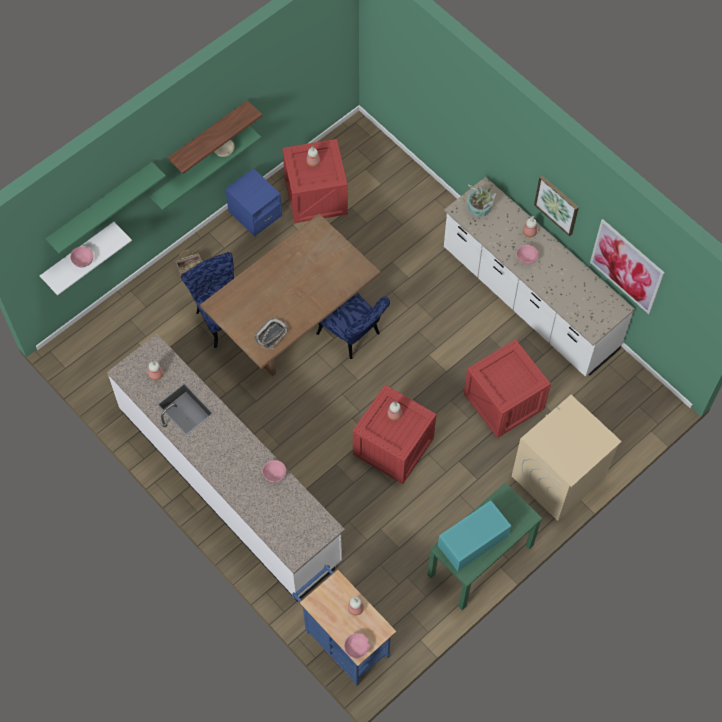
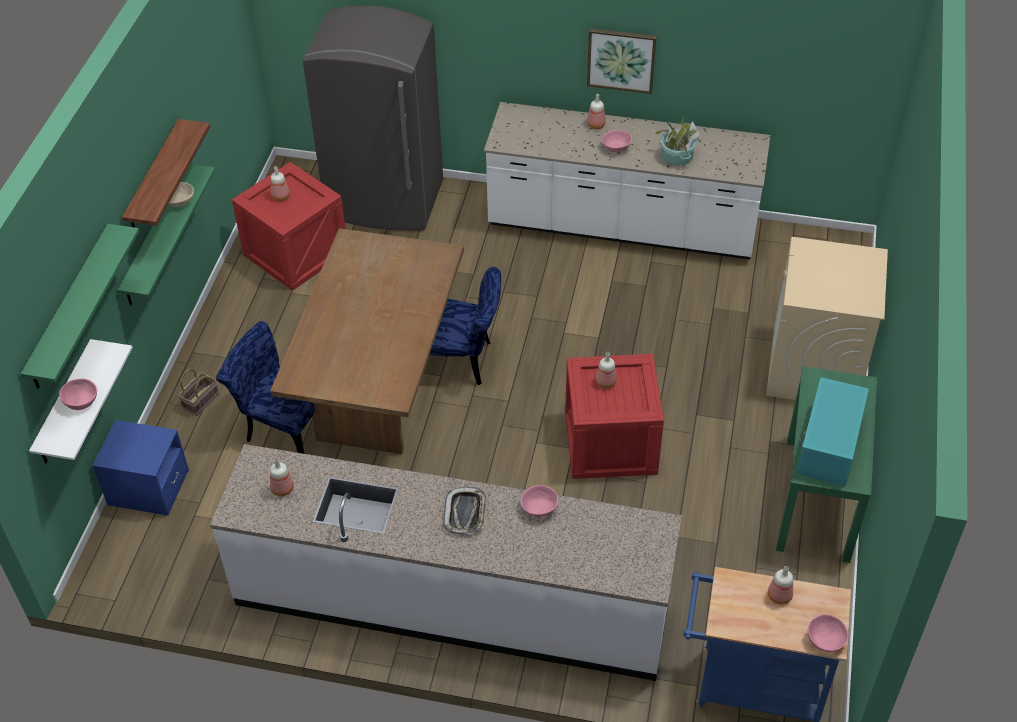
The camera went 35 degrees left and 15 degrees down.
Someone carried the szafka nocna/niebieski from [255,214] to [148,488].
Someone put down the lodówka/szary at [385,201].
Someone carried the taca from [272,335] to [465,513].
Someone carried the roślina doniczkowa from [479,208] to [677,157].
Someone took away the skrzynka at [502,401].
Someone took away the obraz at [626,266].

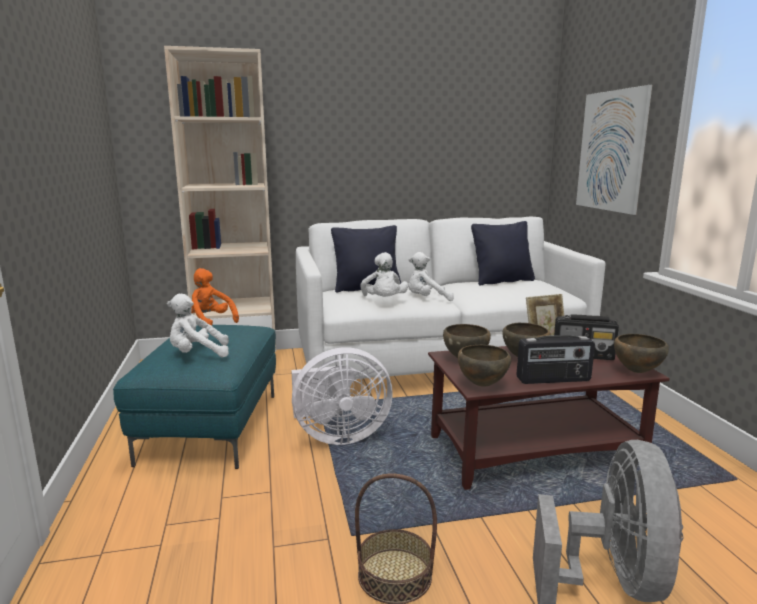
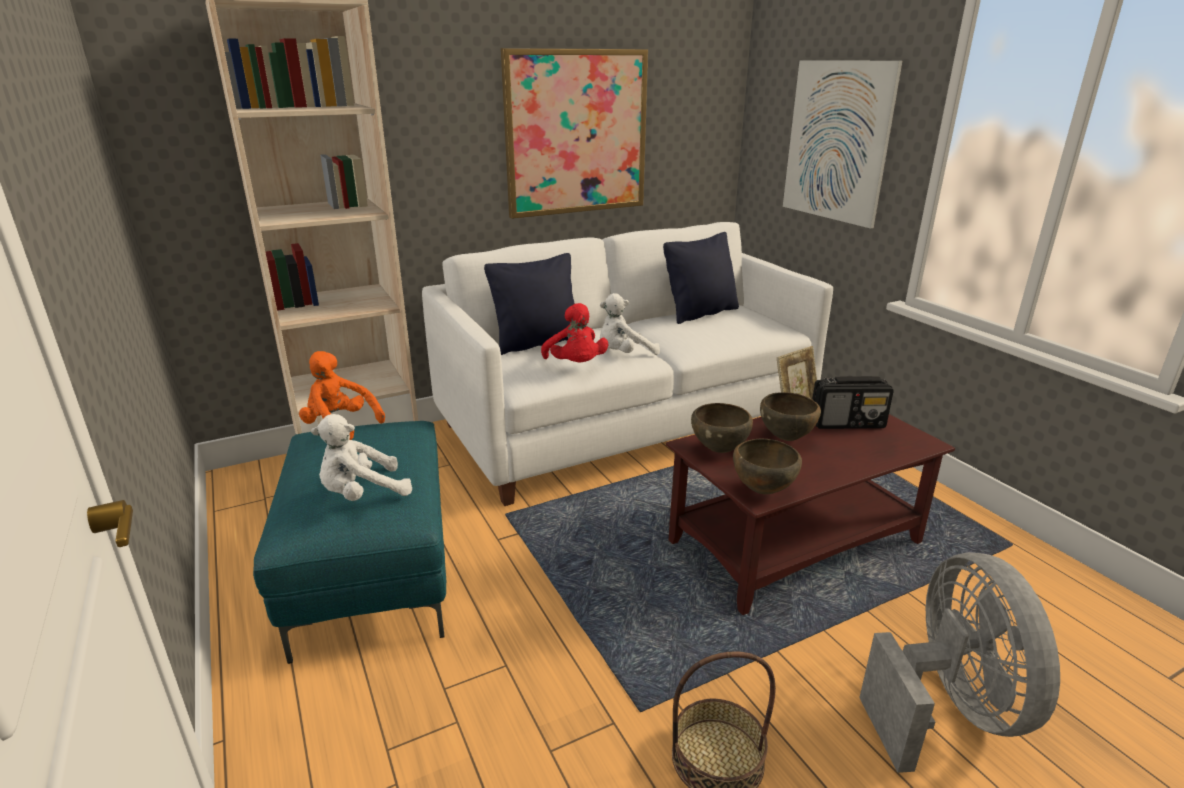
The camera went 15 degrees left and 10 degrees up.
Someone put up the obraz at [576,133].
Someone repainted the pluszak/biały at [384,301], which became the pluszak/czerwony at [576,365].
Someone took away the wentylator/biały at [338,435].
Someone took away the radio at [553,380].
Someone took away the miska/brązowy at [636,372].

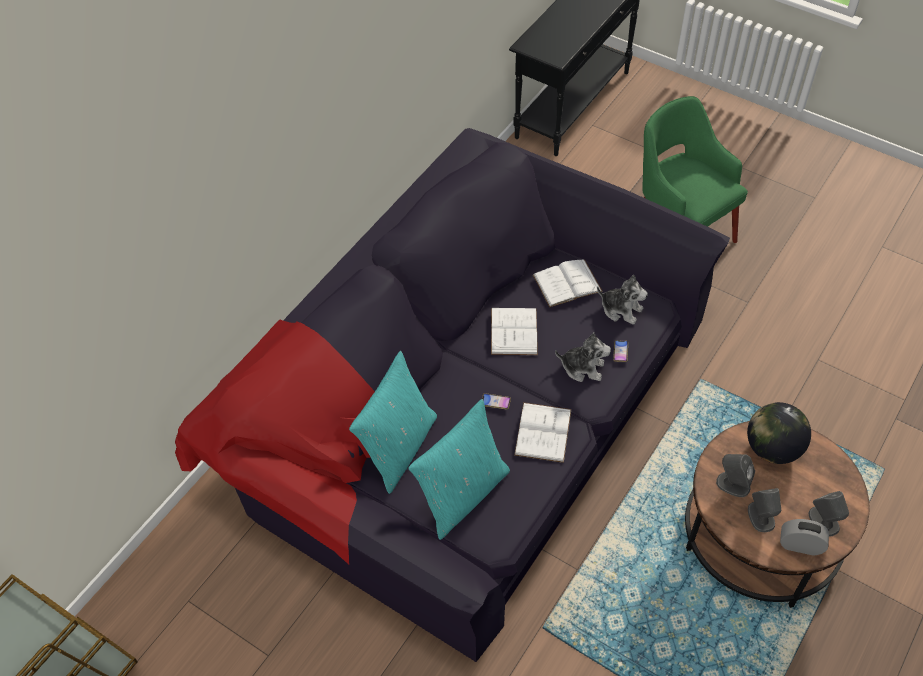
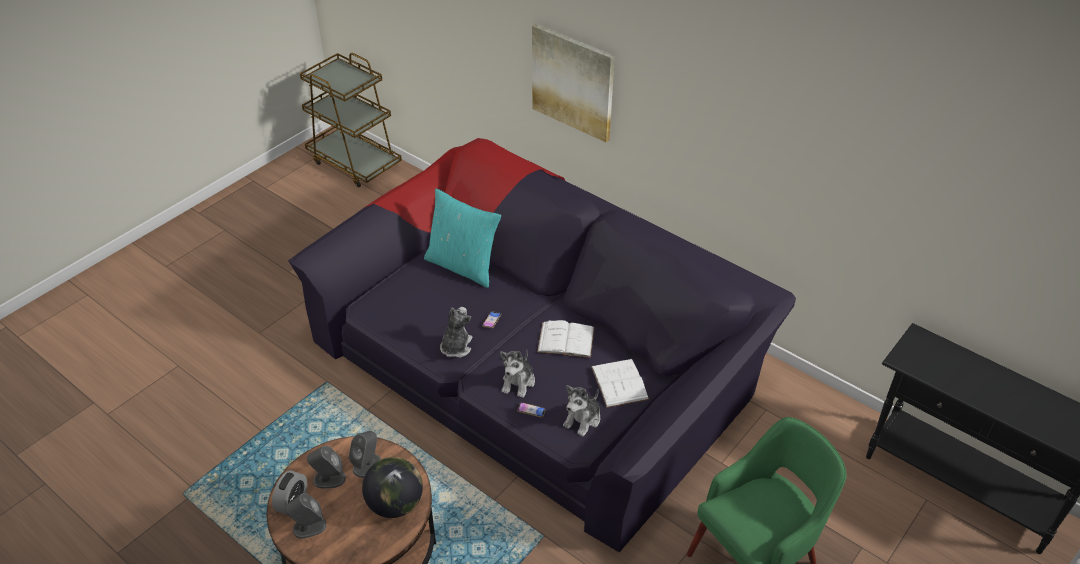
The camera went 95 degrees right and 10 degrees down.
Someone swapped the książka/biały at [543,432] for the pluszak at [456,347].
Someone put up the obraz at [573,82].
Someone took away the poduszka/turkusowy at [462,494].

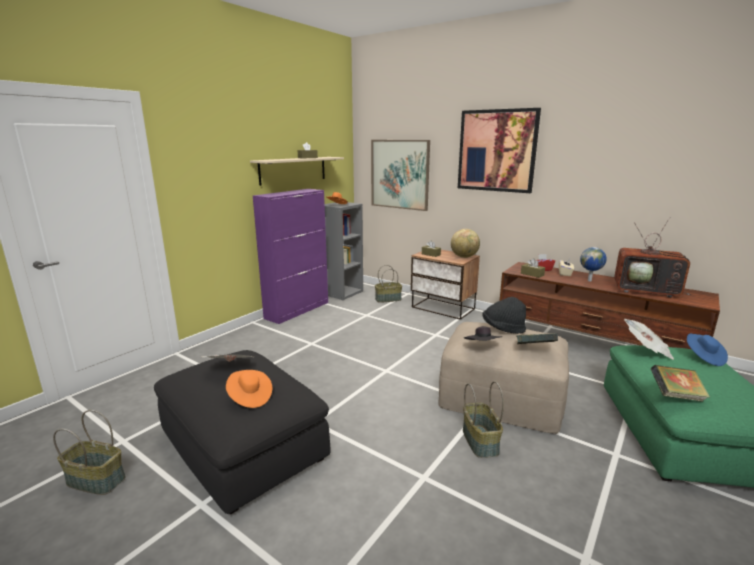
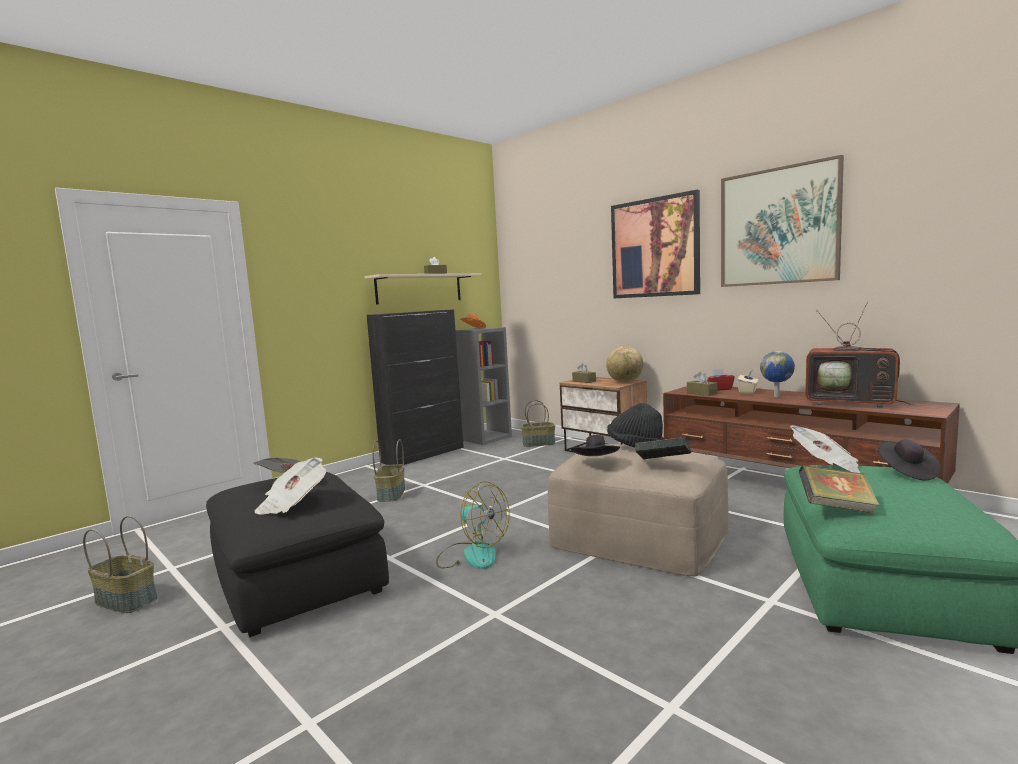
The camera went 10 degrees right and 10 degrees down.
Someone swapped the kapelusz/pomarańczowy at [249,397] for the gazeta at [292,504].
Someone repainted the szafka/fioletowy at [297,310], which became the szafka/czarny at [423,454].
Someone carried the koszyk from [481,441] to [392,494].
Someone put down the wentylator at [472,555].
Someone carried the obraz from [399,174] to [778,226].
Someone repainted the kapelusz/niebieski at [703,357], which became the kapelusz/czarny at [906,472].

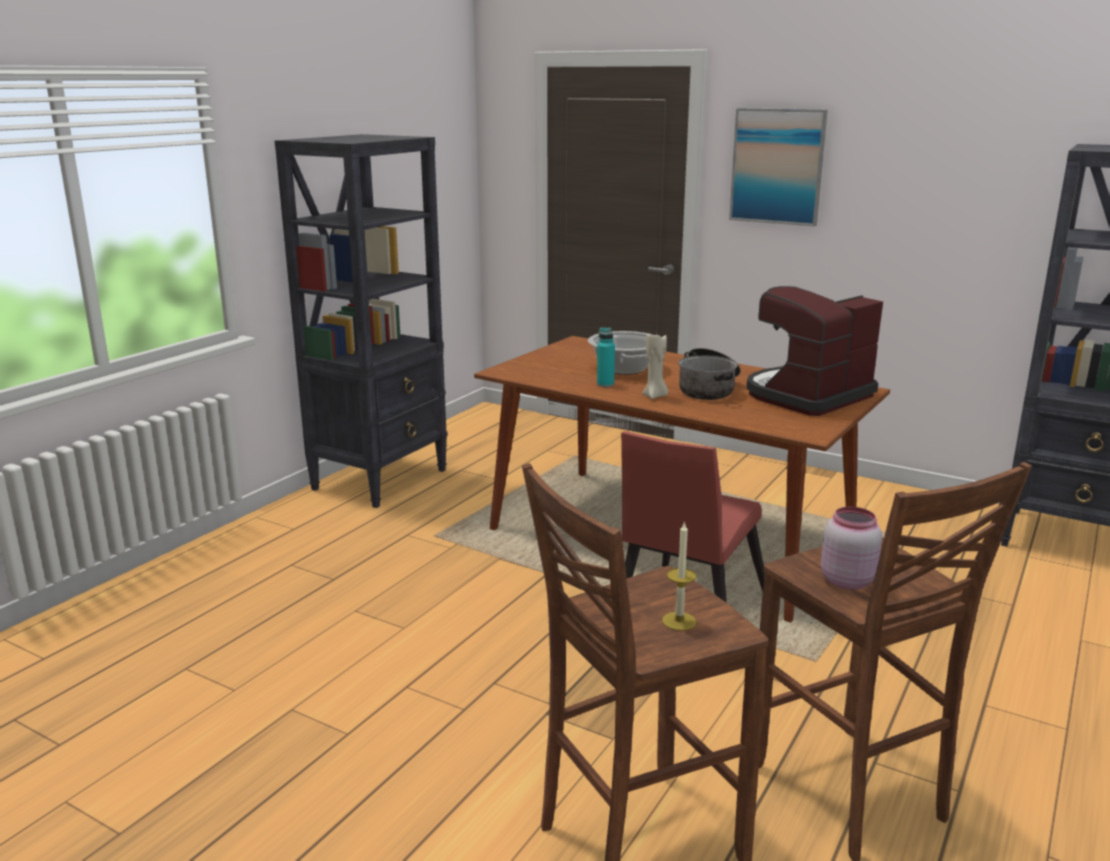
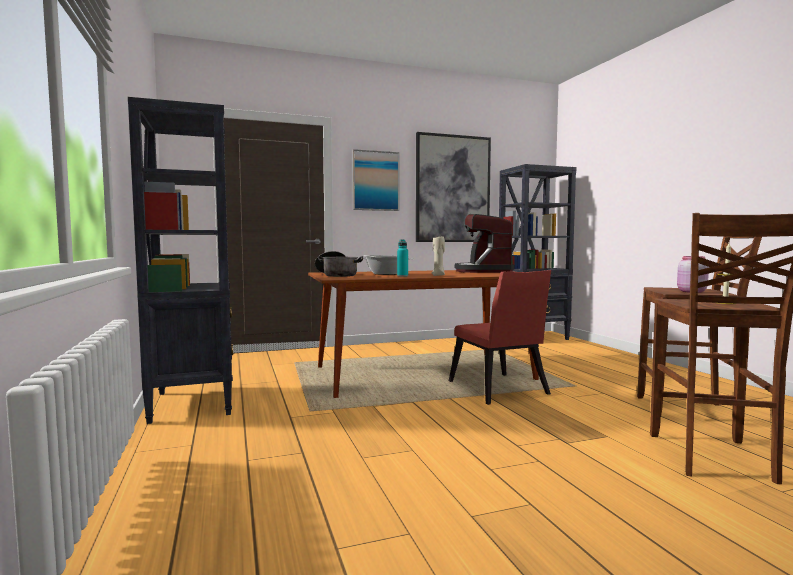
The camera went 50 degrees left and 15 degrees down.
Someone carried the garnek from [709,389] to [337,275].
Someone put up the obraz at [452,189].

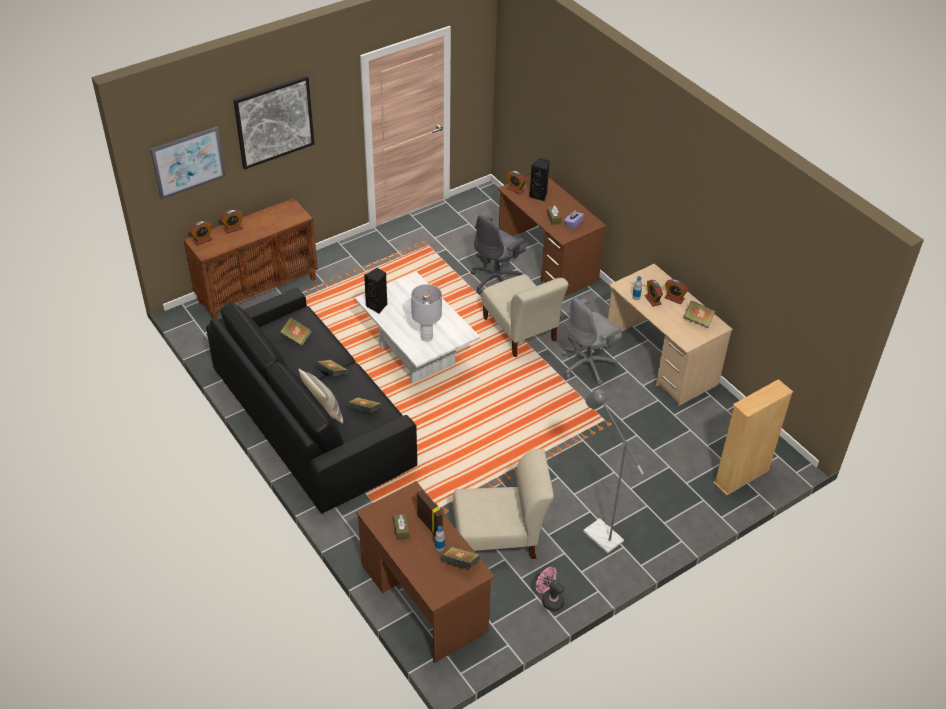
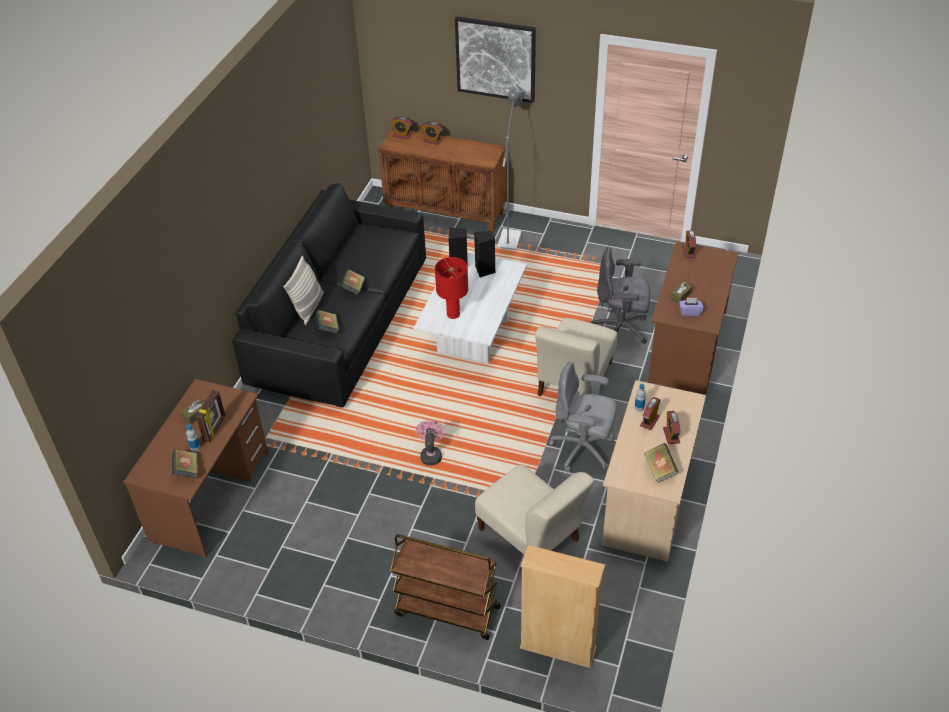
The camera went 55 degrees right and 0 degrees up.
Someone put down the wózek/brązowy at [446,611].
Someone carried the wentylator/różowy from [549,600] to [431,454].
Someone repainted the lampa stołowa/szary at [426,337], which became the lampa stołowa/czerwony at [453,314].
Someone carried the głośnik/czarny from [539,195] to [485,270].
Someone carried the krzesło/beżowy from [499,538] to [531,538].
Someone carried the lampa stojąca/szary from [598,532] to [510,236].
Someone took away the obraz at [188,162].
Someone took away the książka at [296,338].

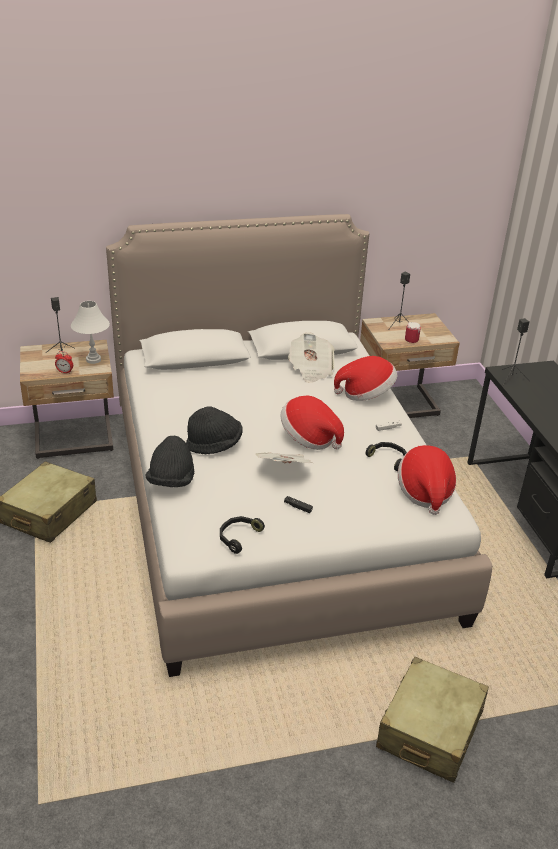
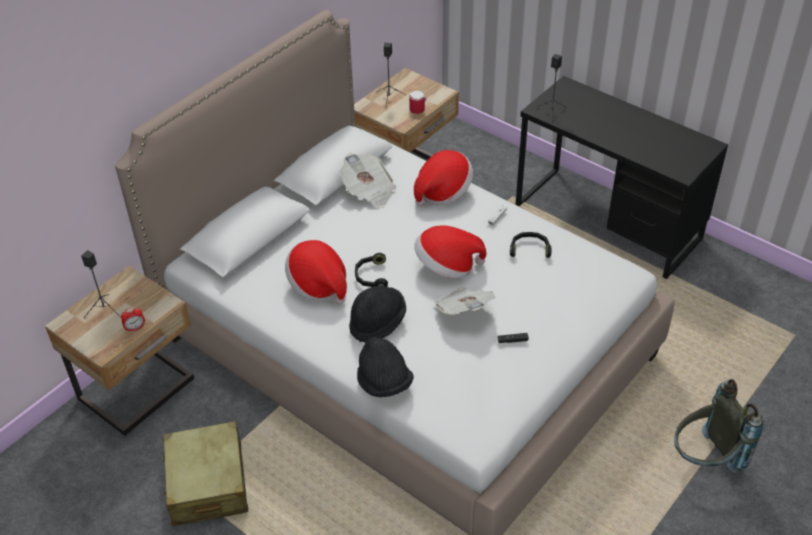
The camera went 35 degrees left and 10 degrees up.
Someone carried the kapelusz from [425,492] to [318,285].
Someone carried the słuchawki/czarny from [238,537] to [371,276].
Someone swapped the walizka/beżowy at [429,730] for the plecak/szary at [705,460].
Someone took away the lampa stołowa/biały at [93,359].

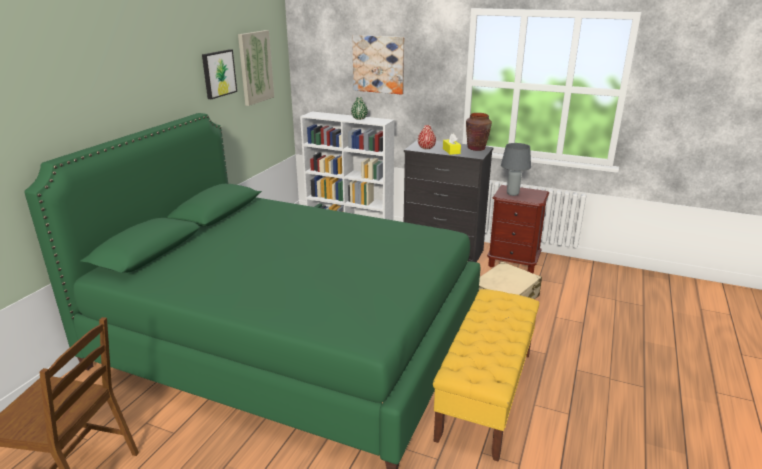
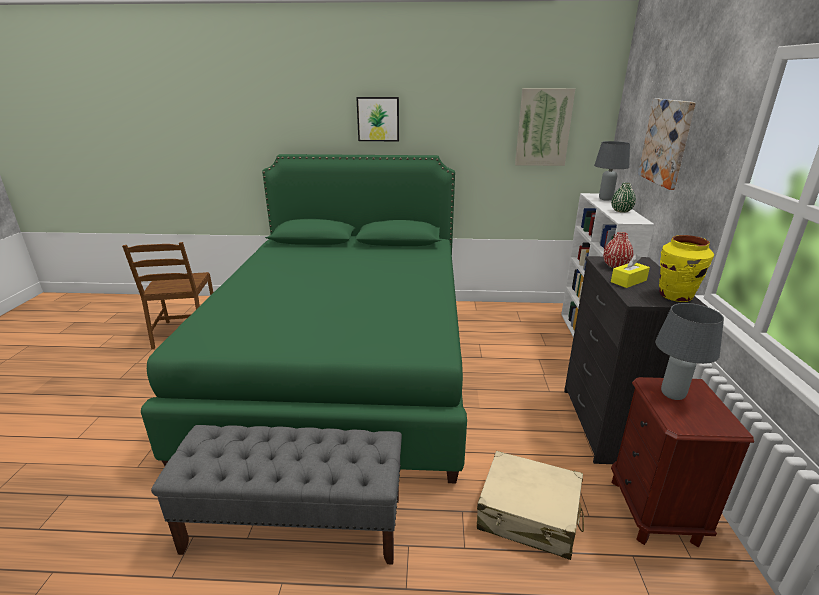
The camera went 70 degrees right and 0 degrees up.
Someone repainted the ławka/żółty at [486,393], which became the ławka/szary at [296,524].
Someone carried the obraz from [218,73] to [378,119].
Someone put down the lampa stołowa/szary at [605,199].
Someone repainted the wazon/brązowy at [476,148], which became the wazon/żółty at [675,296].

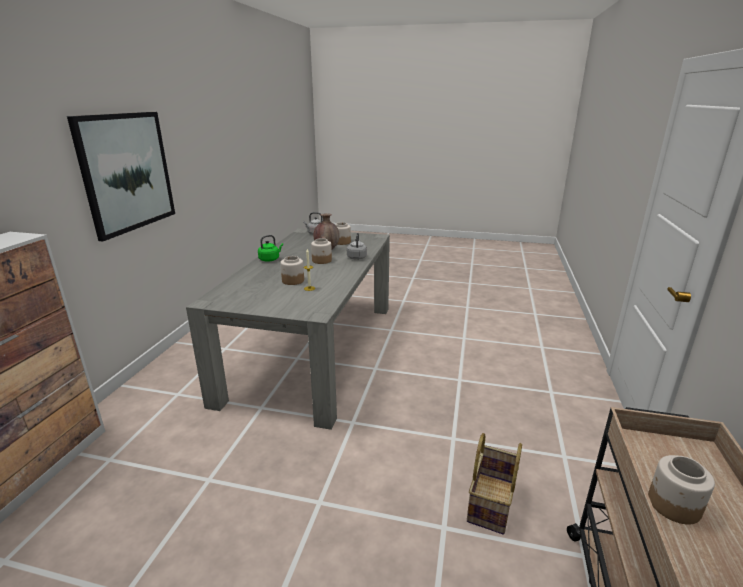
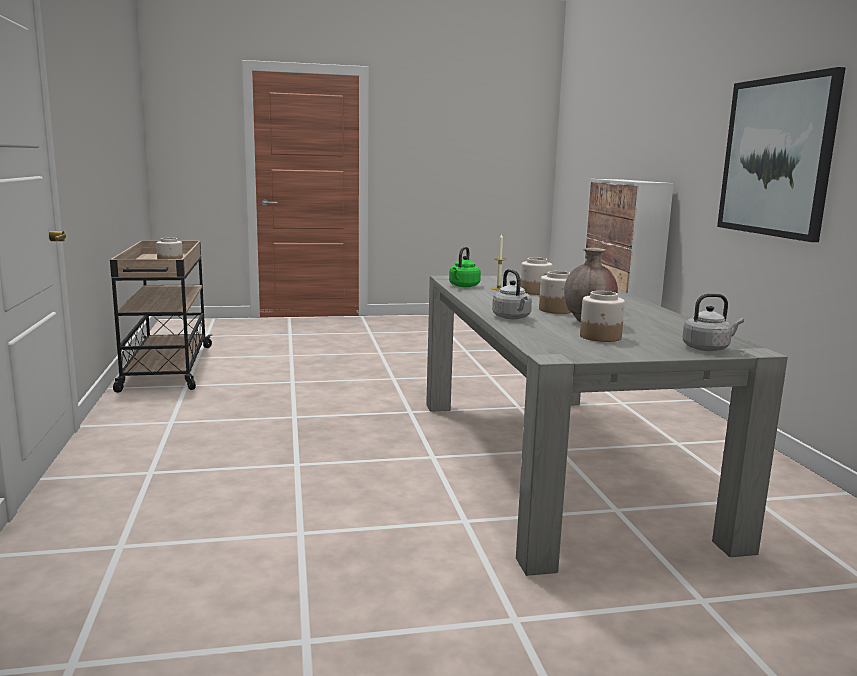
The camera went 155 degrees right and 10 degrees down.
Someone carried the czajnik/zielony from [270,259] to [463,286].
Someone took away the koszyk at [492,503].

